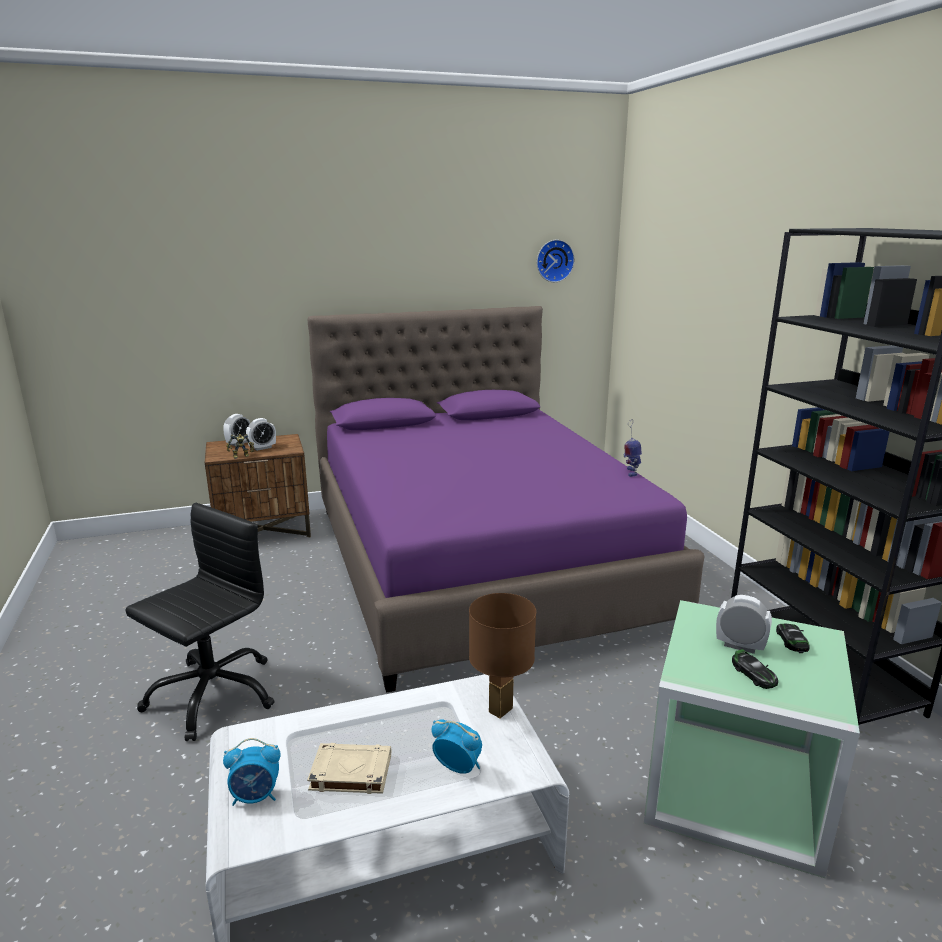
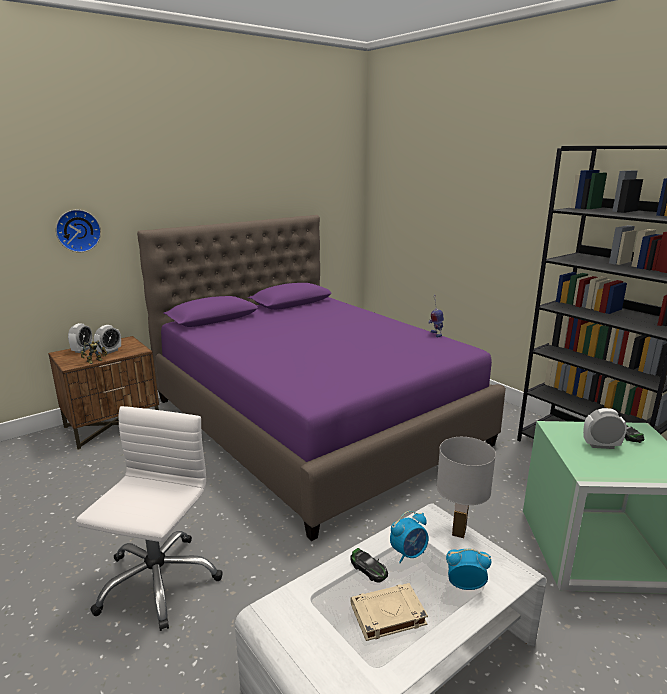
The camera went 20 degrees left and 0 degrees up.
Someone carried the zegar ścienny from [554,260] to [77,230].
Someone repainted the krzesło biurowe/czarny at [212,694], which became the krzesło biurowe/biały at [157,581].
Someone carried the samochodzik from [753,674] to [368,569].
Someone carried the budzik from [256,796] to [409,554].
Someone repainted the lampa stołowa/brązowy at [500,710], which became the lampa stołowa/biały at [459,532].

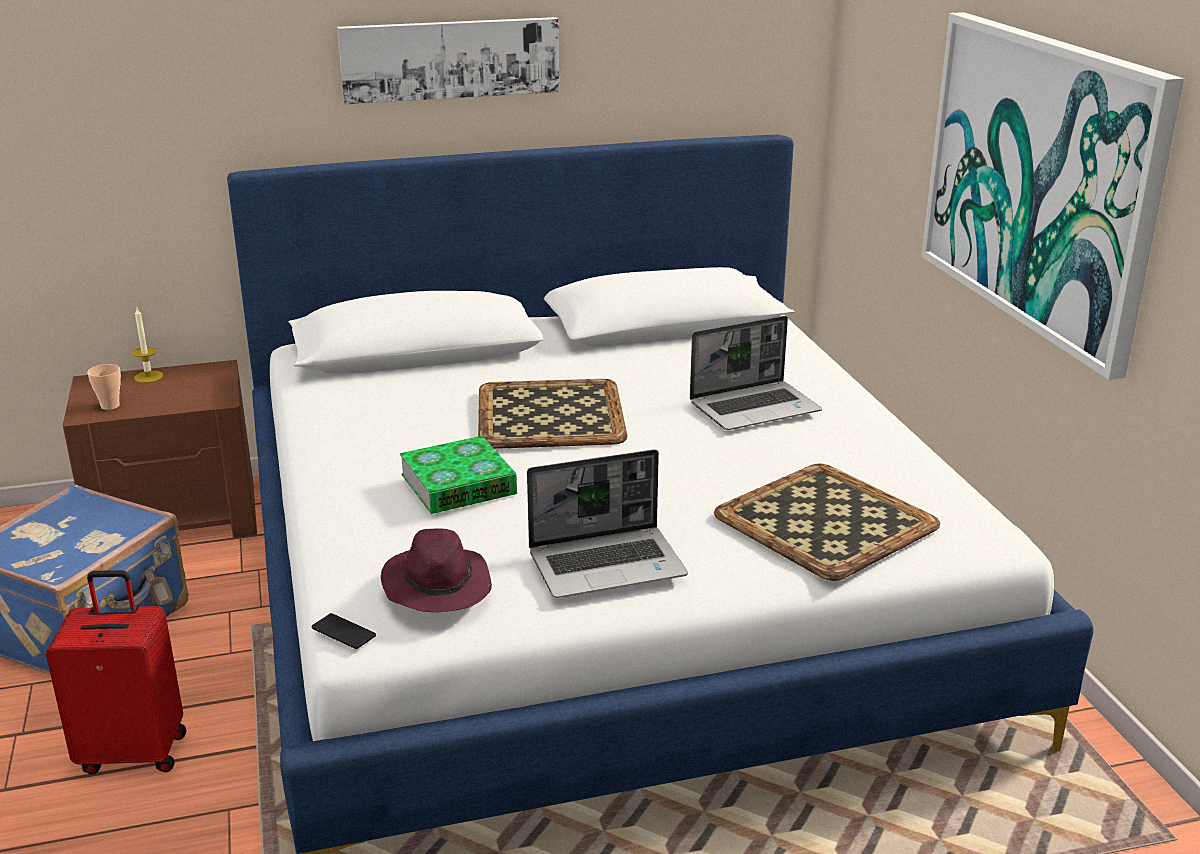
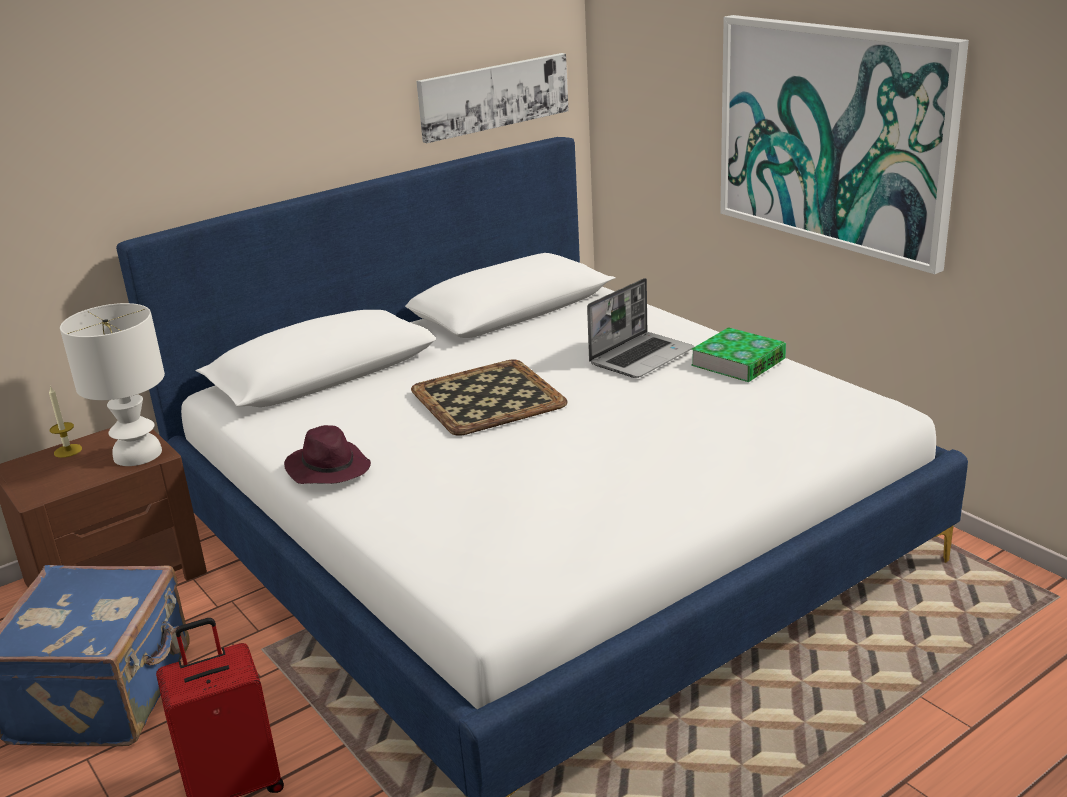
The camera went 20 degrees left and 0 degrees up.
Someone put down the lampa stołowa/biały at [138,454].
Someone carried the kapelusz/fioletowy from [436,585] to [328,469].
Someone carried the obraz from [450,59] to [493,96].
Someone carried the książka from [458,484] to [738,362].
Someone took away the filiżanka at [110,406].
Someone took away the telefon at [343,632].
Someone took away the laptop at [608,564].
Someone took away the taca at [823,521].

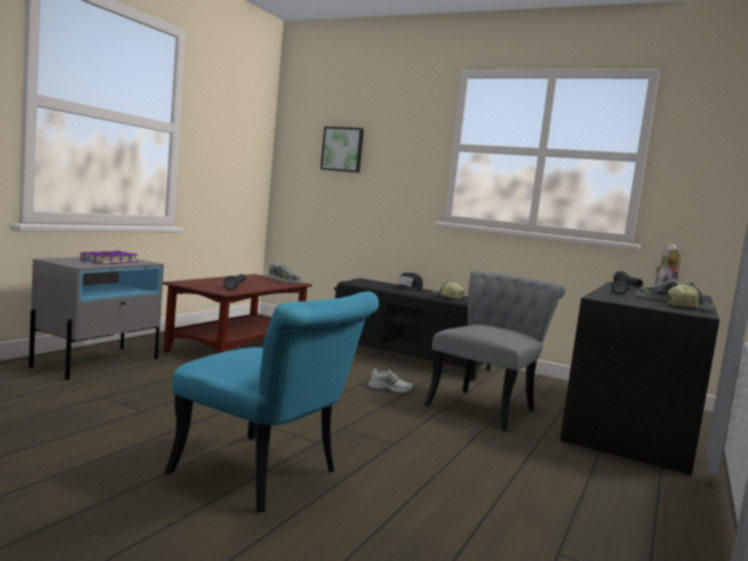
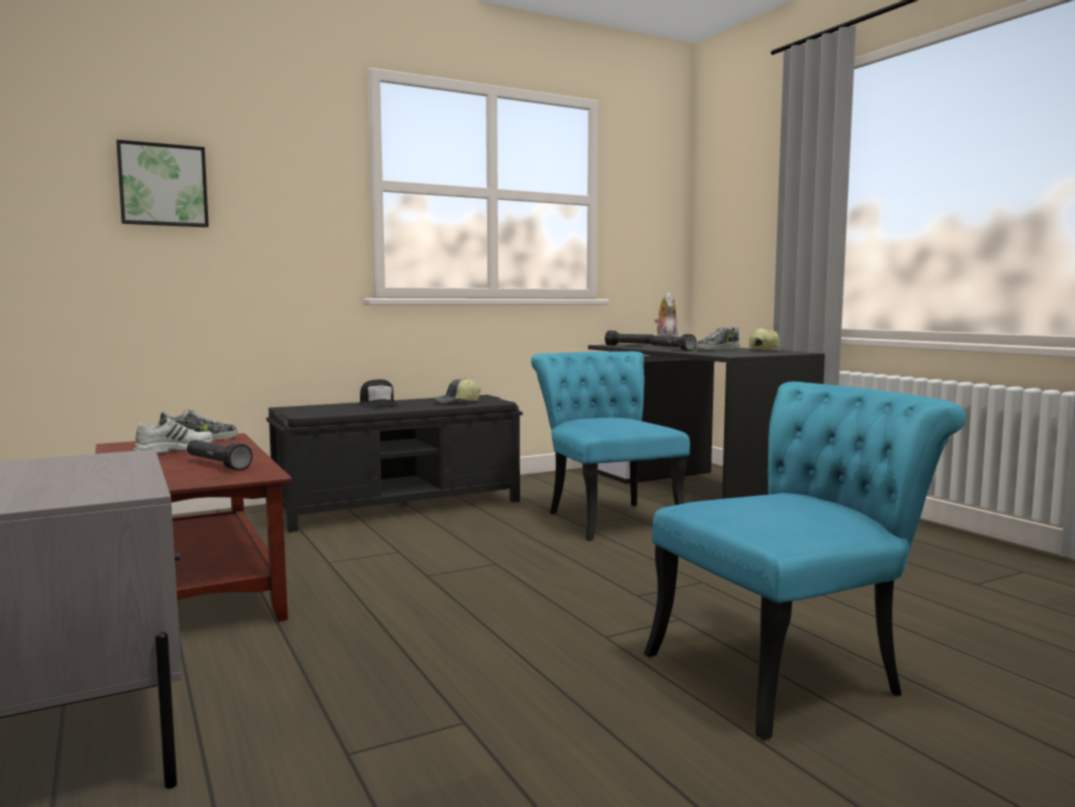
The camera went 55 degrees left and 0 degrees up.
Someone carried the but/biały from [390,389] to [173,450].
Someone repainted the krzesło/szary at [486,406], which became the krzesło/turkusowy at [608,517].
Someone took away the książka/fioletowy at [108,261].

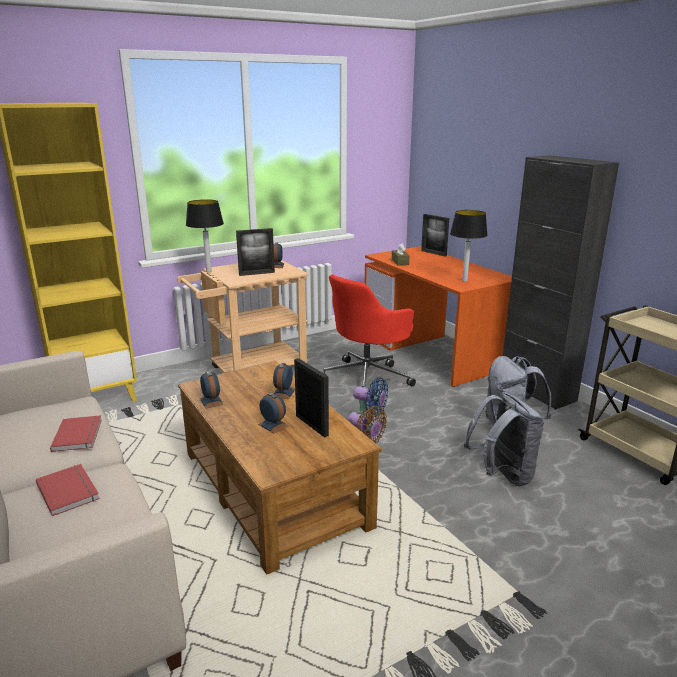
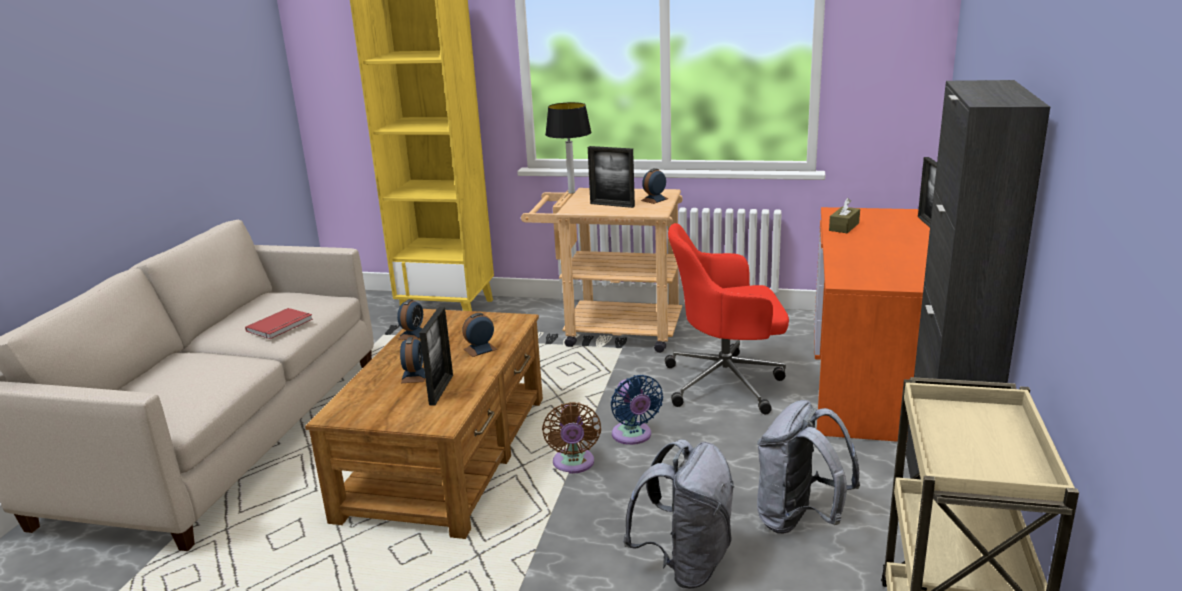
The camera went 45 degrees right and 0 degrees up.
Someone took away the książka/czerwony at [70,490].
Someone took away the lampa stołowa at [464,281].

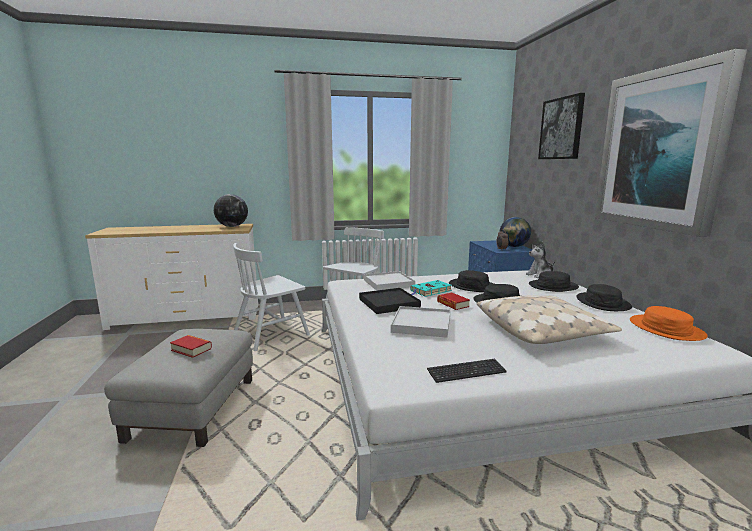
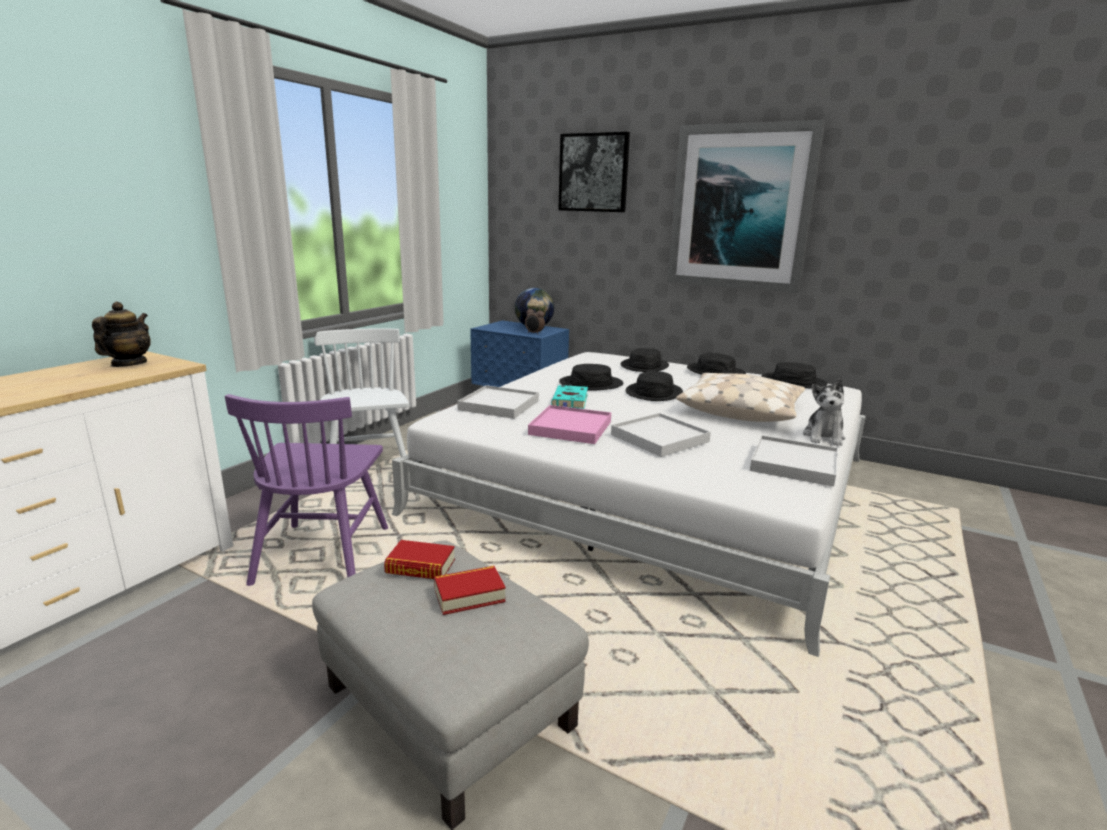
The camera went 50 degrees left and 5 degrees up.
Someone swapped the globus at [232,226] for the imbryk at [128,364].
Someone repainted the krzesło/biały at [271,335], which became the krzesło/fioletowy at [322,554].
Someone carried the książka from [453,304] to [420,567].
Someone repainted the taca/czarny at [389,303], which became the taca/różowy at [570,428].
Someone swapped the klawiatura at [466,372] for the taca/biały at [793,464].
Someone repainted the kapelusz/pomarańczowy at [665,329], which became the kapelusz/czarny at [793,382].
Someone carried the pluszak from [540,275] to [824,437].

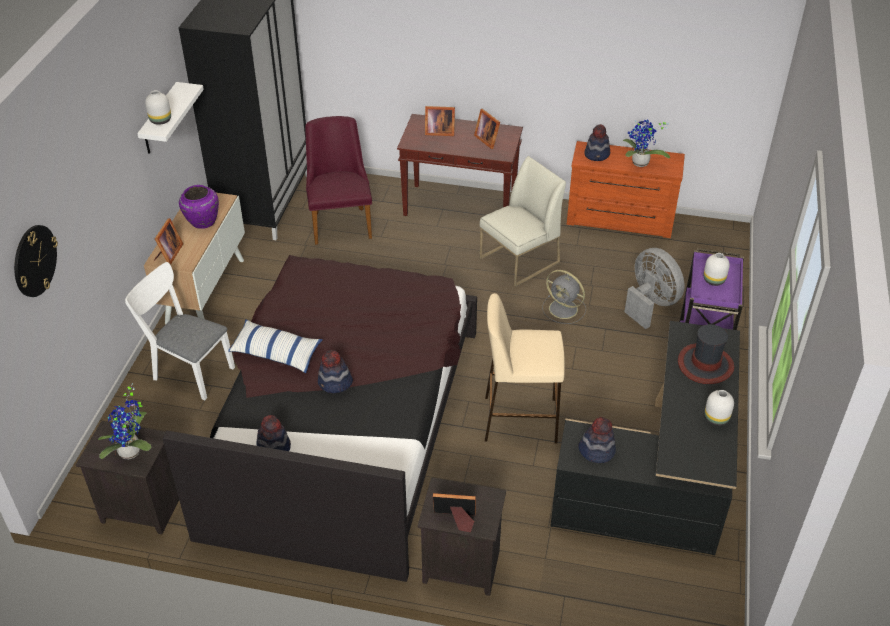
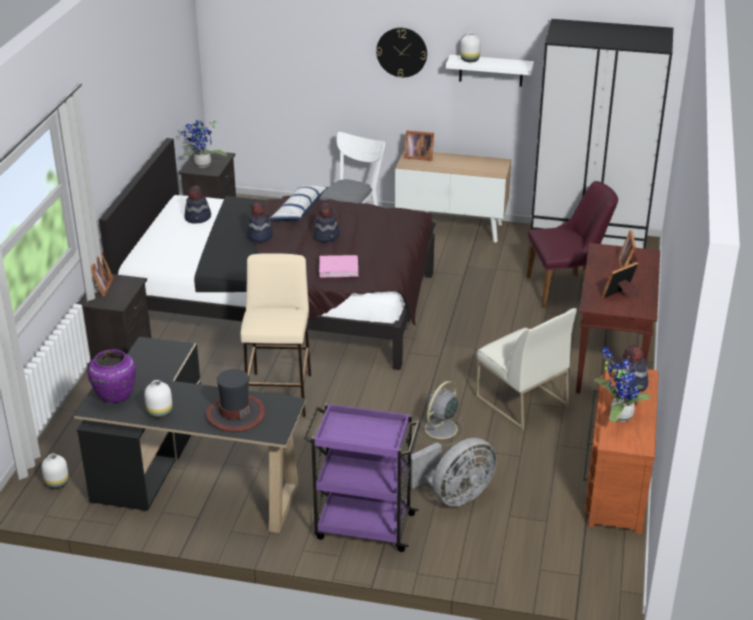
The camera went 90 degrees right and 10 degrees down.
Someone carried the wazon/biały from [714,280] to [56,483].
Someone carried the wazon/fioletowy from [202,222] to [115,395].
Someone carried the kapelusz from [596,450] to [326,236].
Someone put down the książka/różowy at [338,268].
Someone carried the zegar ścienny from [34,260] to [401,52].

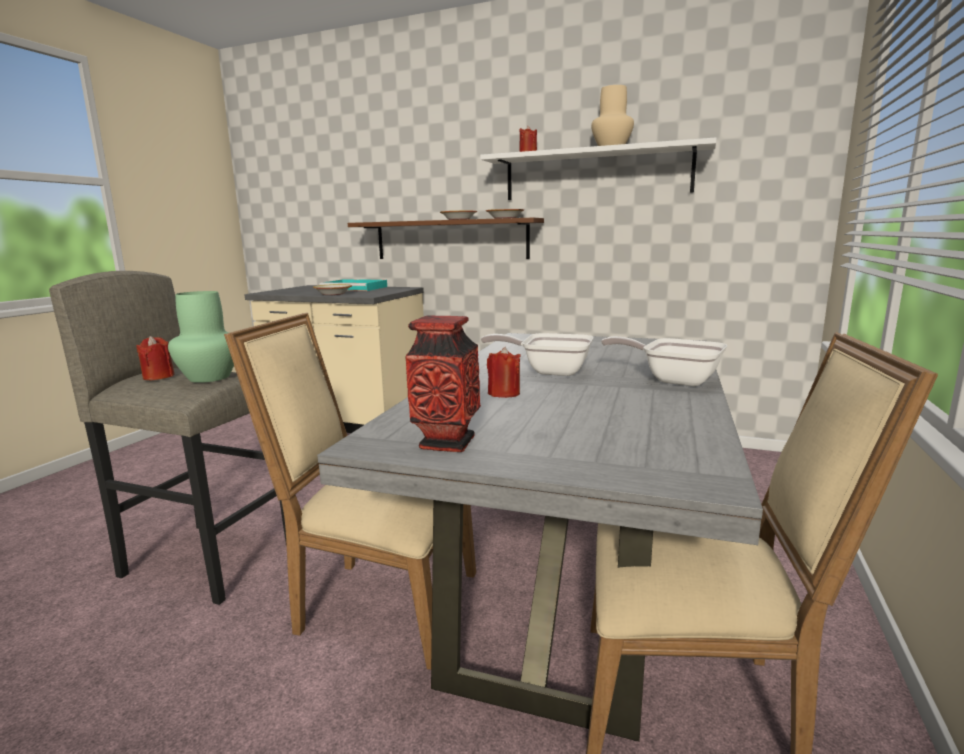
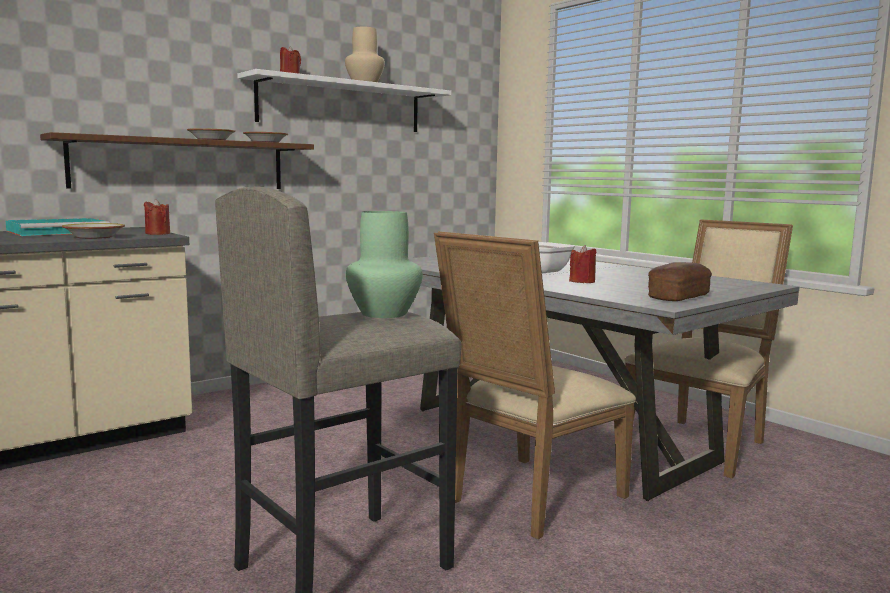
The camera went 60 degrees left and 5 degrees down.
Someone carried the świeca/czerwony from [158,376] to [157,233].
Someone swapped the wazon at [447,443] for the chleb at [678,297].
Someone took away the patelnia at [673,379].

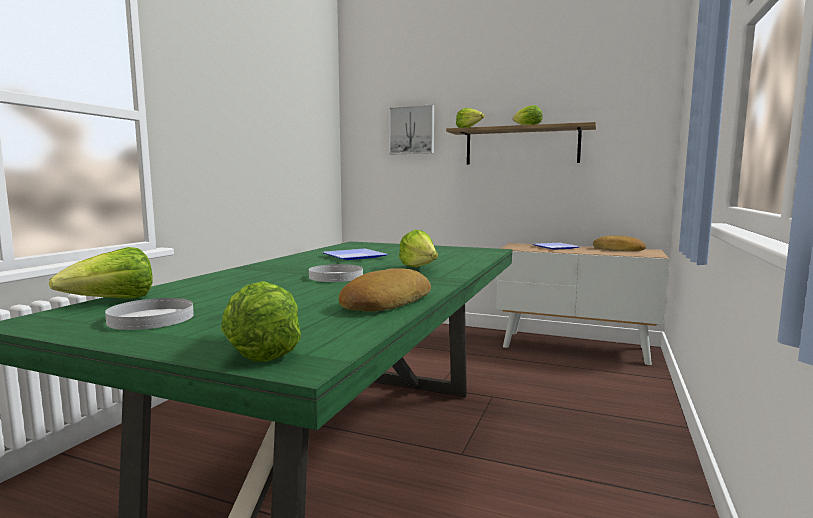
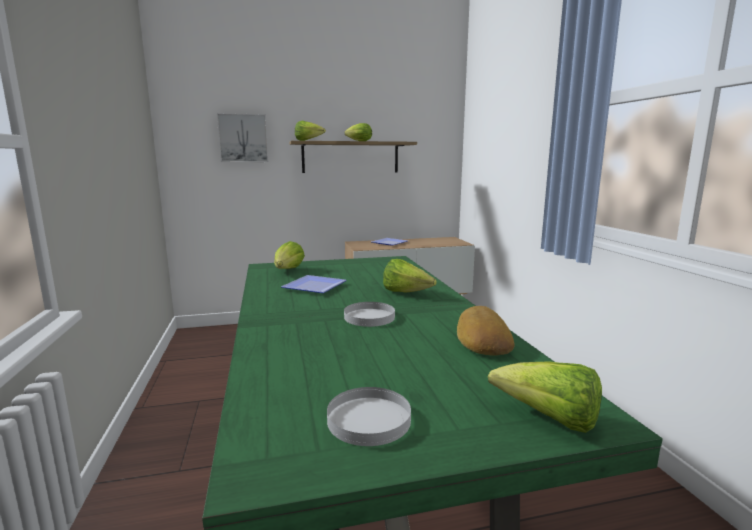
The camera went 35 degrees left and 5 degrees up.
Someone carried the sałata from [113,301] to [288,270].
Someone took away the chleb at [618,249].

